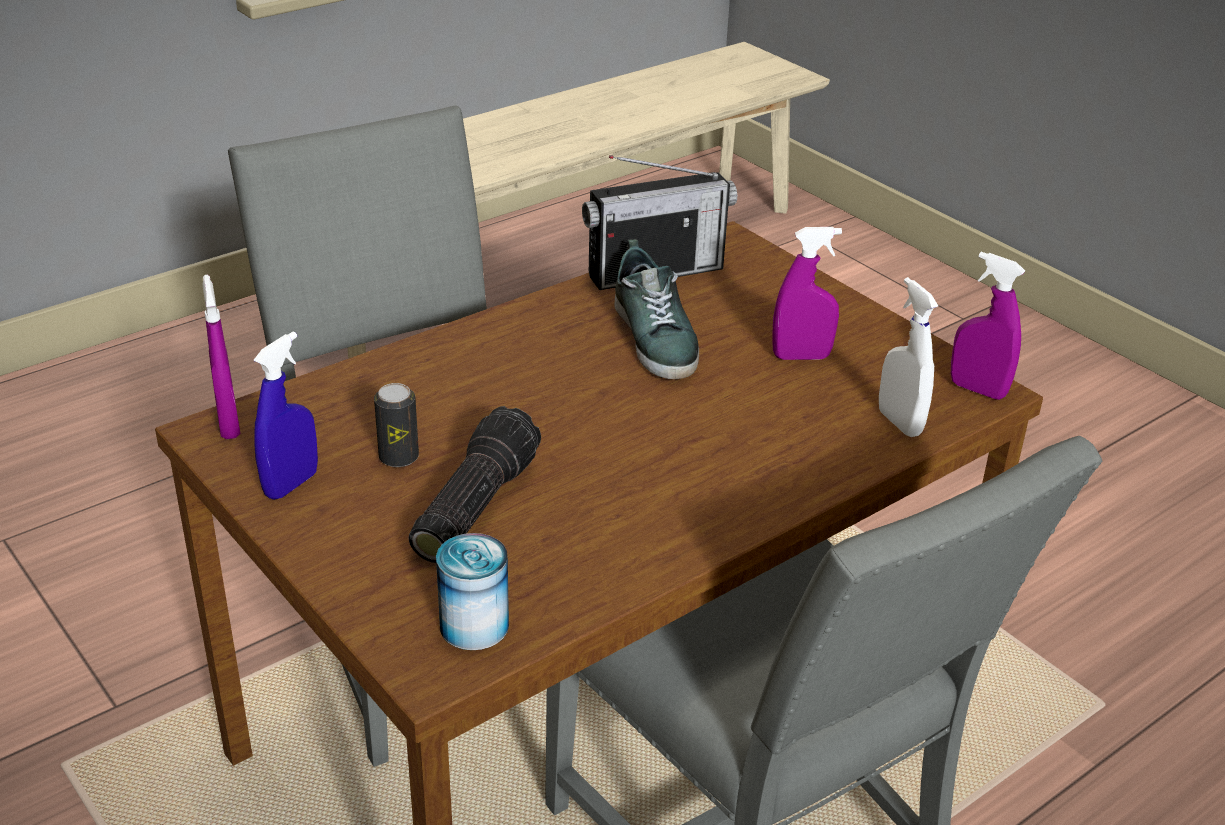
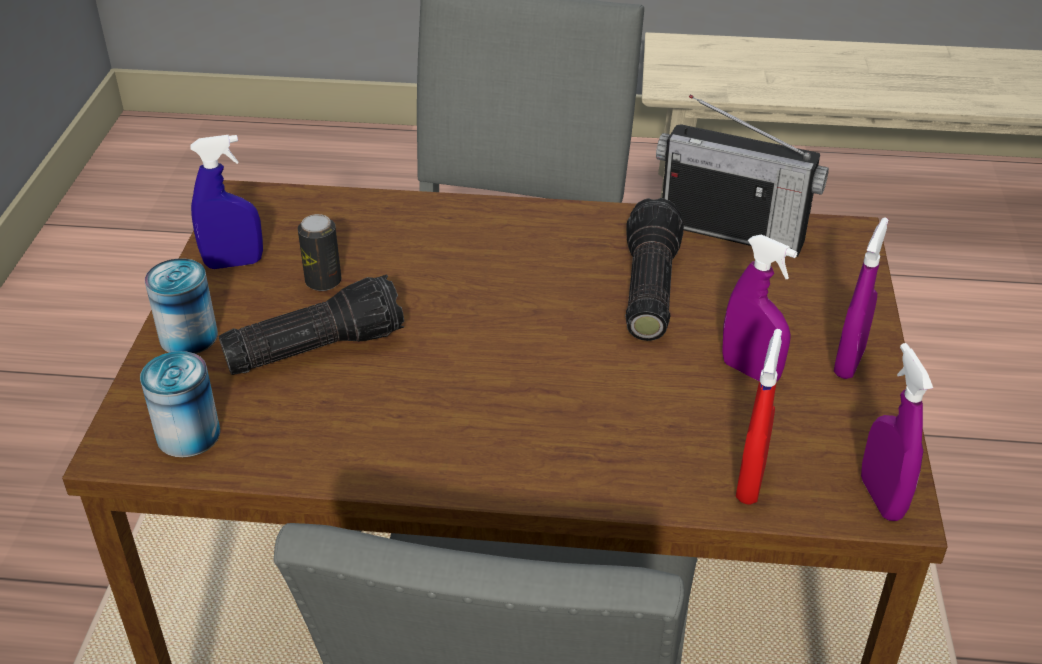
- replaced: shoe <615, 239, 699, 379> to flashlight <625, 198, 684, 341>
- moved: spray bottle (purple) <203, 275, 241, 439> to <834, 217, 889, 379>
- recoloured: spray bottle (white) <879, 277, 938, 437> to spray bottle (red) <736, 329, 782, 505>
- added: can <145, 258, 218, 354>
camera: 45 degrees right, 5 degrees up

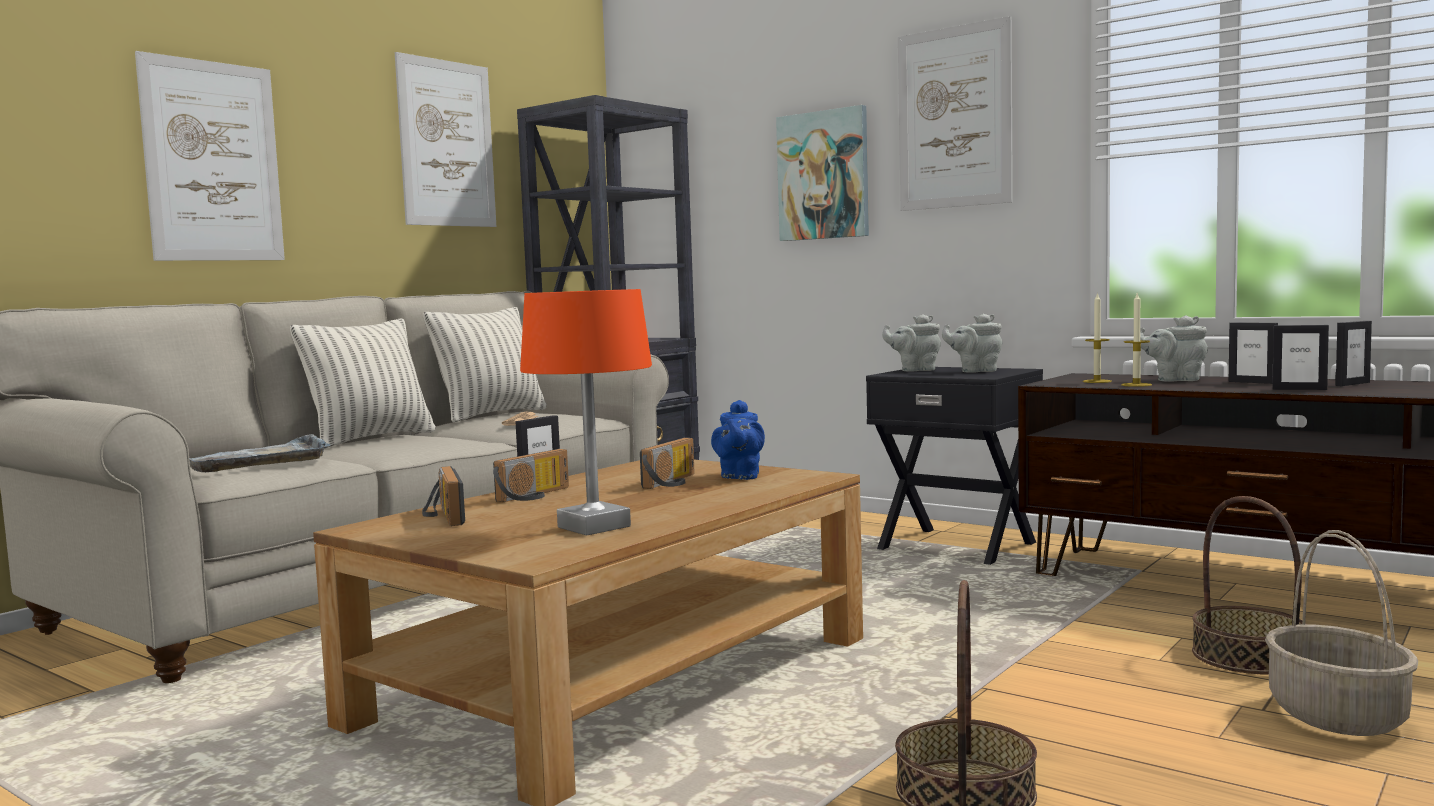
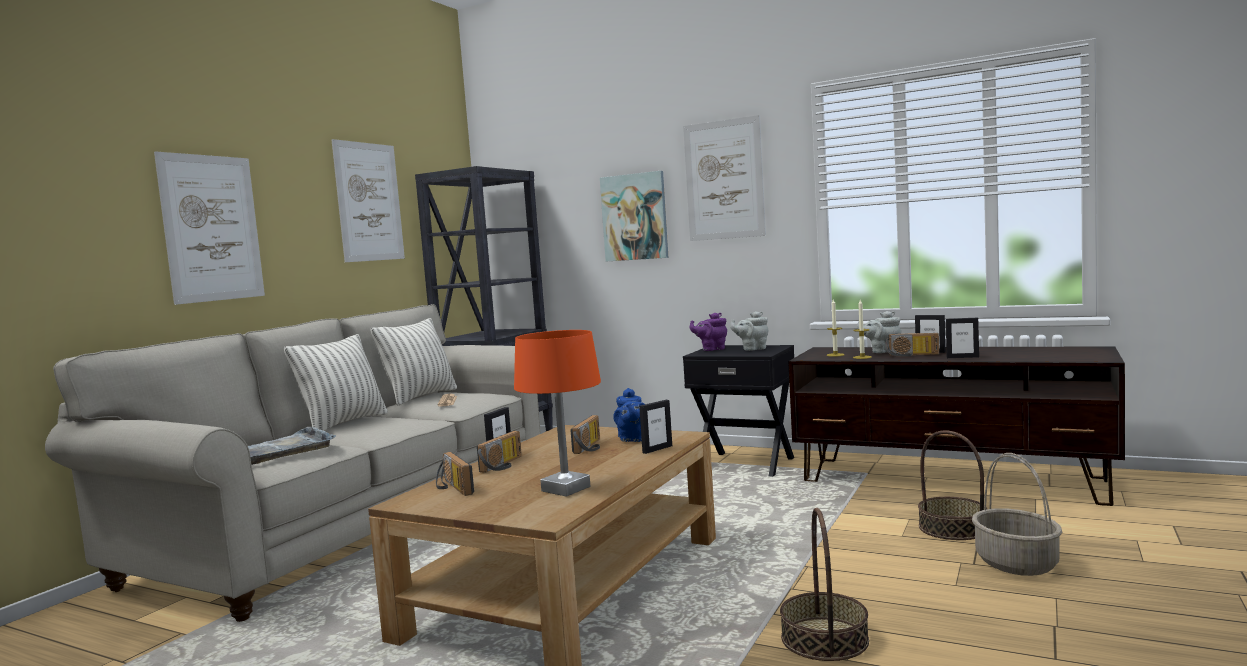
- recoloured: teapot (grey) <882, 314, 941, 371> to teapot (purple) <690, 313, 727, 351>
- moved: picture frame <1335, 321, 1372, 386> to <639, 400, 672, 454>
- added: radio <885, 333, 939, 357>
camera: 10 degrees left, 0 degrees up

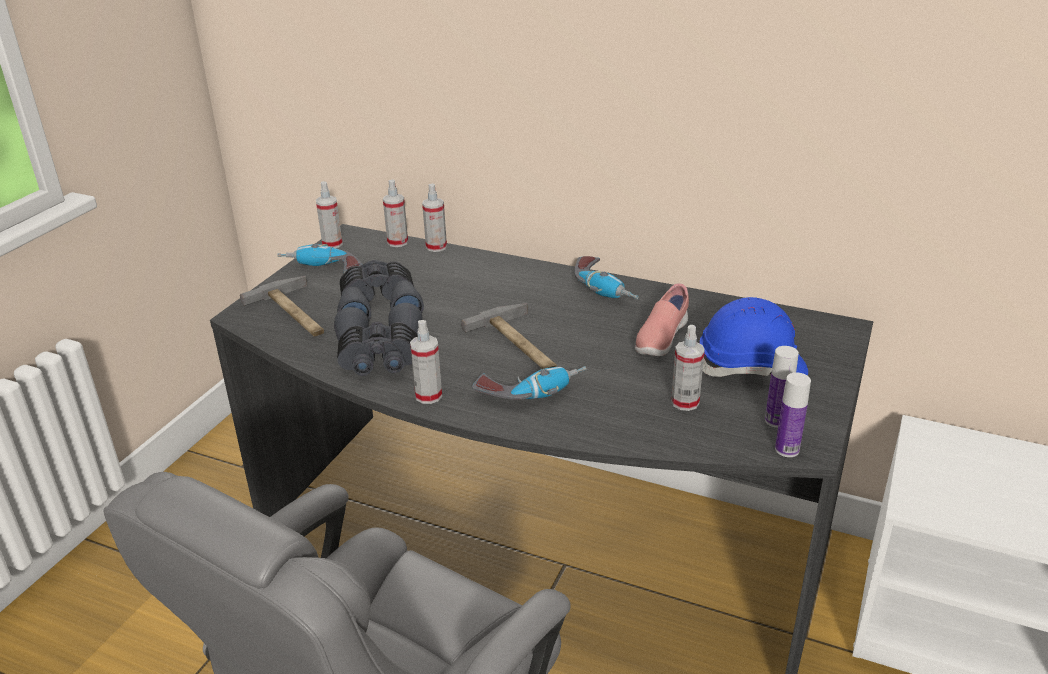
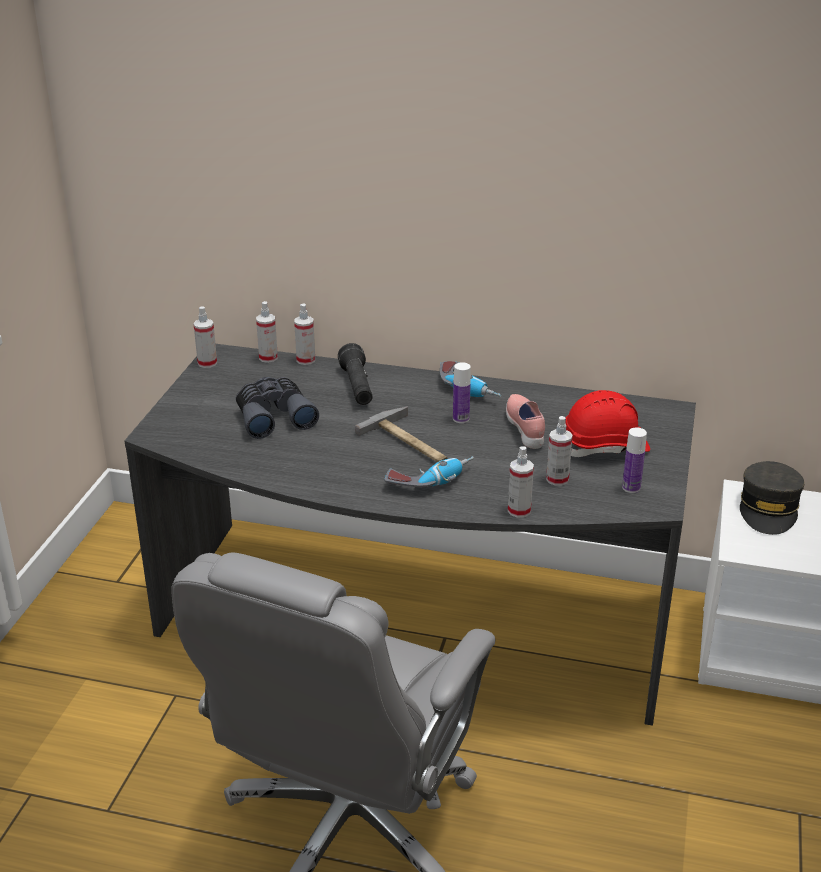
- removed: power drill <277, 243, 363, 273>
- removed: hammer <240, 276, 324, 337>
- turned: shoe (pink) <635, 283, 689, 356> = <506, 394, 545, 449> 150 degrees clockwise
- recoloured: hard hat (blue) <700, 297, 808, 377> to hard hat (red) <565, 390, 650, 457>
- removed: binoculars (grey) <334, 303, 423, 376>
- moved: spray bottle <410, 320, 442, 404> to <508, 446, 534, 518>
- moved: bottle <775, 373, 811, 457> to <453, 362, 471, 423>
- added: flashlight (black) <338, 343, 373, 405>
- added: cap (grey) <740, 461, 804, 535>
camera: 10 degrees left, 0 degrees up

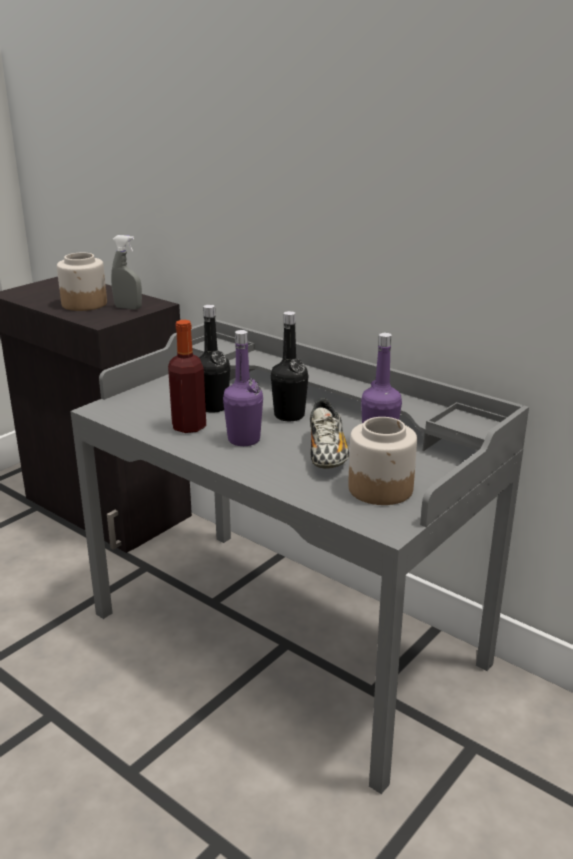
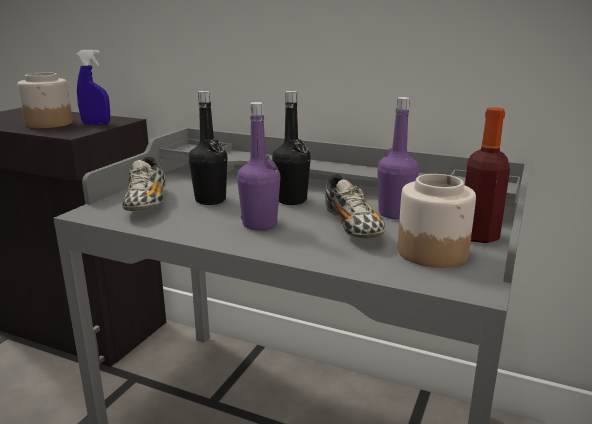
- recoloured: spray bottle (grey) <111, 235, 142, 310> to spray bottle (blue) <77, 50, 110, 124>
- moved: bottle <168, 320, 206, 433> to <465, 107, 510, 243>
- added: shoe <122, 156, 166, 211>
camera: 15 degrees left, 5 degrees down

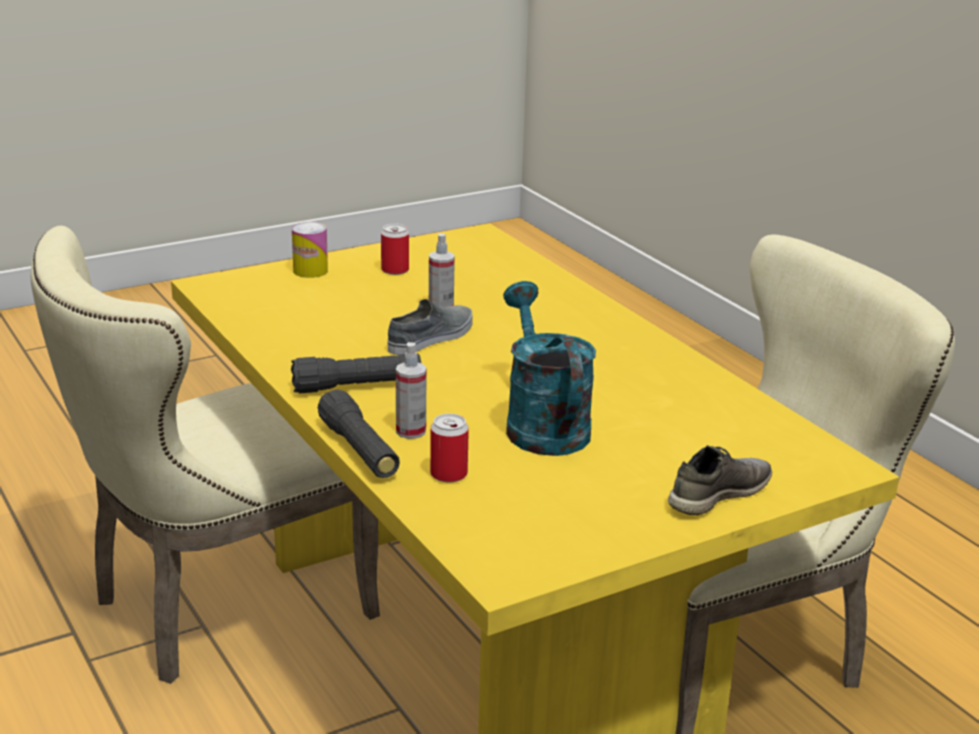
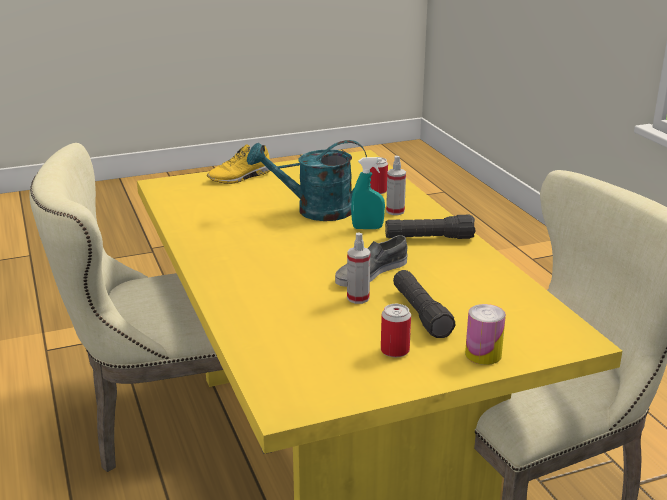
- turned: watering can (turquoise) <503, 281, 596, 456> = <247, 140, 367, 221> 90 degrees clockwise
- moved: flashlight (black) <318, 390, 400, 478> to <393, 270, 455, 338>
- recoloured: shoe (grey) <668, 445, 772, 515> to shoe (yellow) <207, 144, 270, 184>
- added: spray bottle (turquoise) <351, 157, 385, 229>
camera: 170 degrees left, 0 degrees up

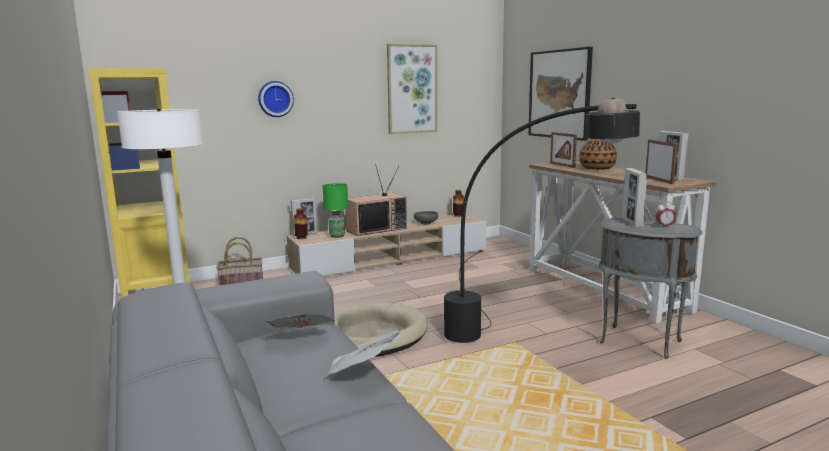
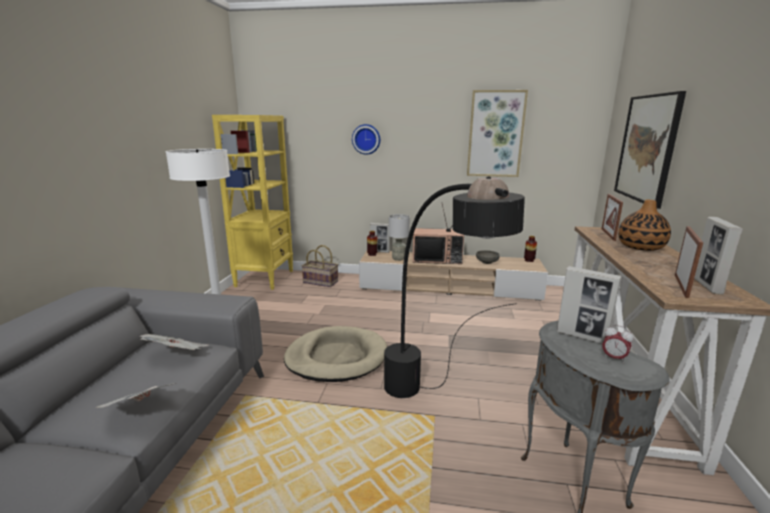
- turned: picture frame <622, 168, 648, 227> = <557, 266, 621, 344> 90 degrees counterclockwise
- recoloured: table lamp (green) <323, 183, 348, 238> to table lamp (grey) <389, 214, 410, 261>
camera: 35 degrees right, 5 degrees up

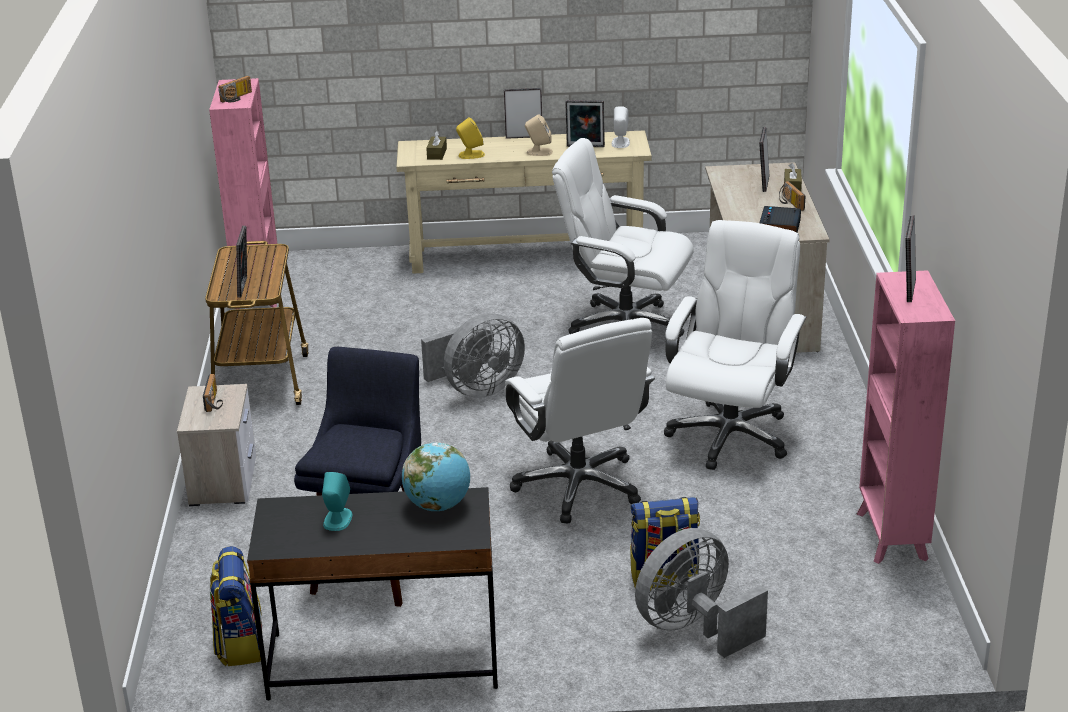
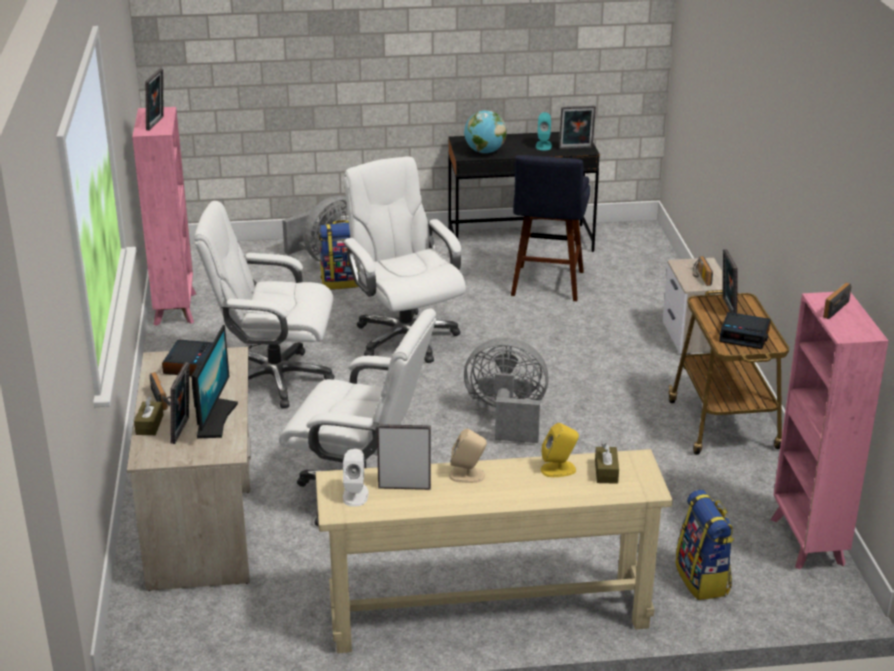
- moved: picture frame <504, 88, 542, 139> to <559, 105, 596, 149>
- turned: office chair (white) <664, 220, 806, 470> = <194, 200, 335, 408> 75 degrees clockwise
- turned: fan (grey) <421, 313, 525, 398> = <464, 338, 549, 443> 45 degrees clockwise
- moved: backpack <210, 546, 262, 666> to <675, 490, 734, 600>
- added: alarm clock <719, 312, 771, 349>
- added: monitor <191, 325, 238, 438>
camera: 175 degrees right, 0 degrees up

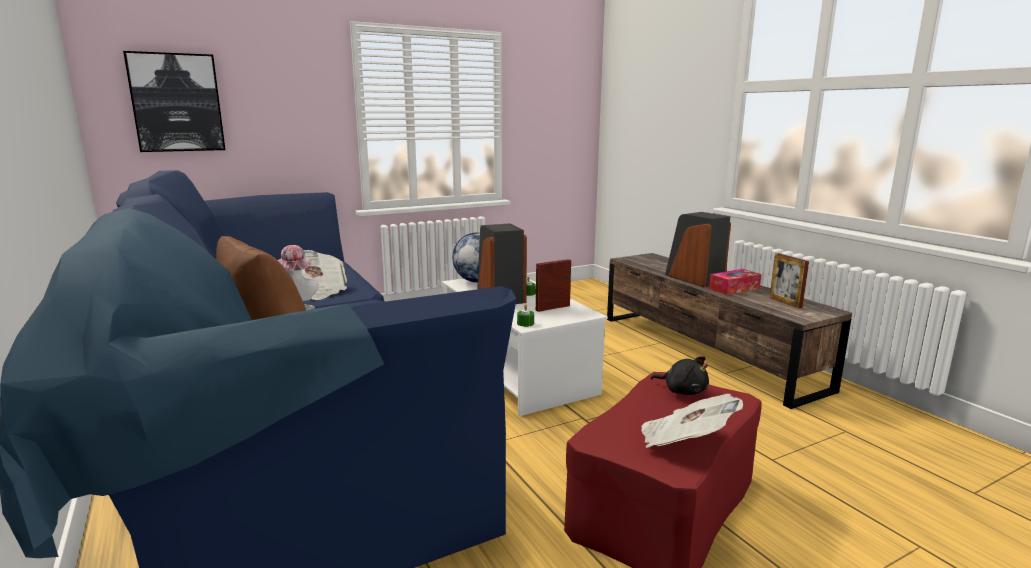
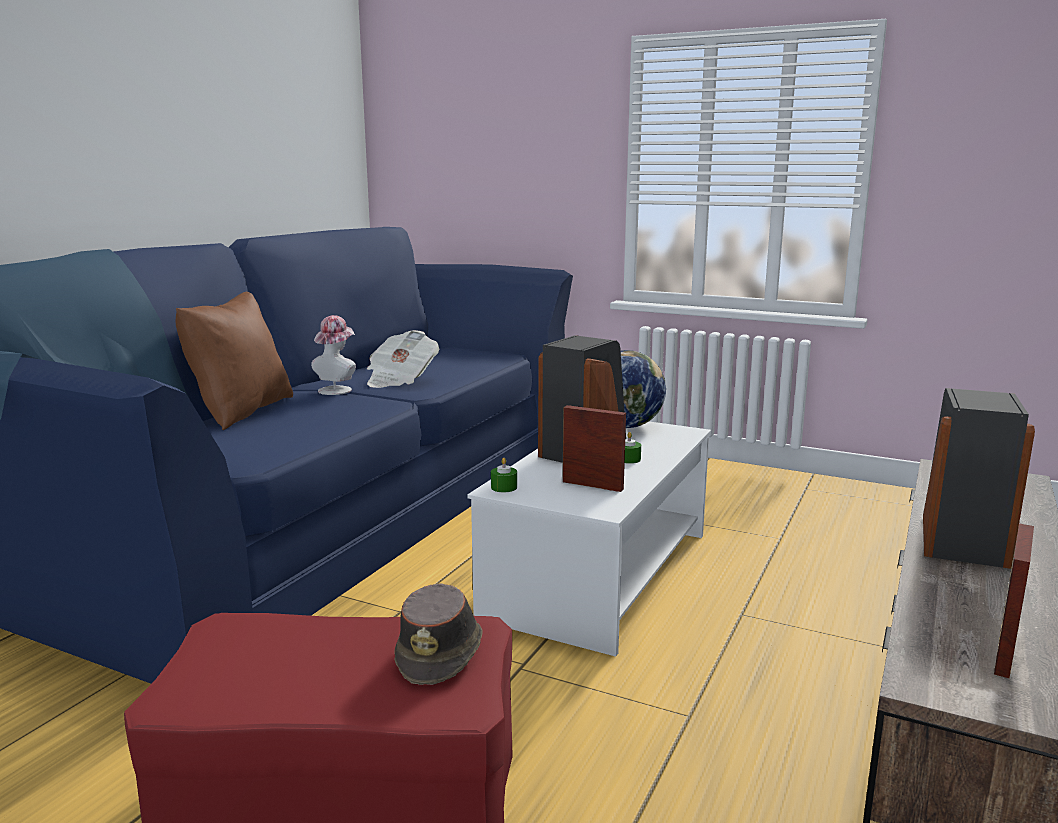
- removed: picture <123, 51, 225, 152>
- removed: tissue box <709, 269, 761, 295>
- replaced: plush toy (black) <651, 356, 709, 395> to hat (brown) <395, 583, 483, 685>
- removed: newspaper <641, 394, 743, 448>
camera: 55 degrees right, 0 degrees up

